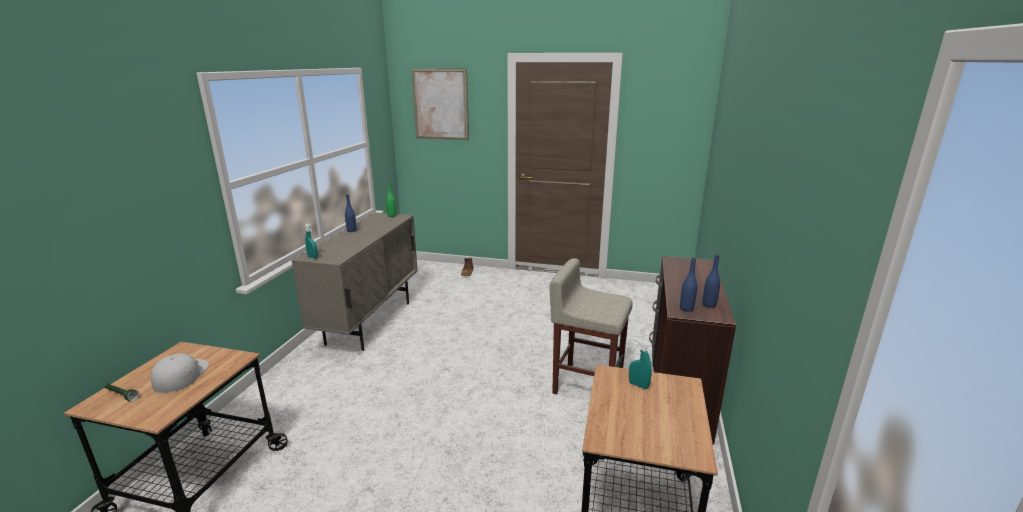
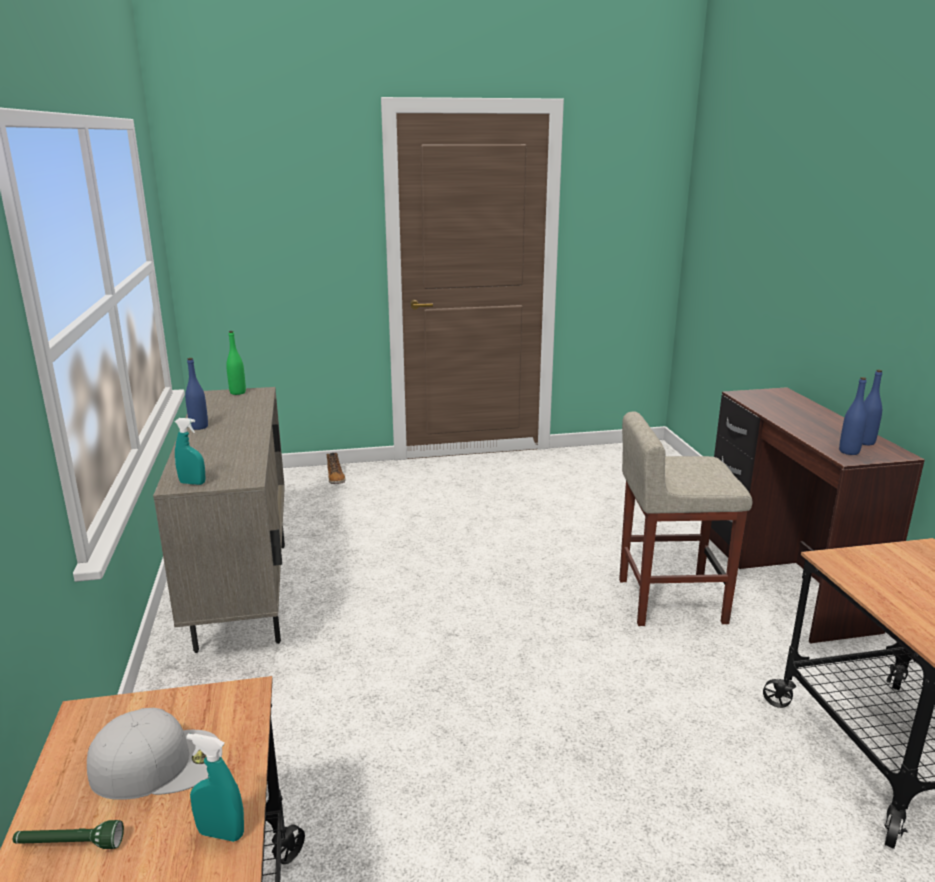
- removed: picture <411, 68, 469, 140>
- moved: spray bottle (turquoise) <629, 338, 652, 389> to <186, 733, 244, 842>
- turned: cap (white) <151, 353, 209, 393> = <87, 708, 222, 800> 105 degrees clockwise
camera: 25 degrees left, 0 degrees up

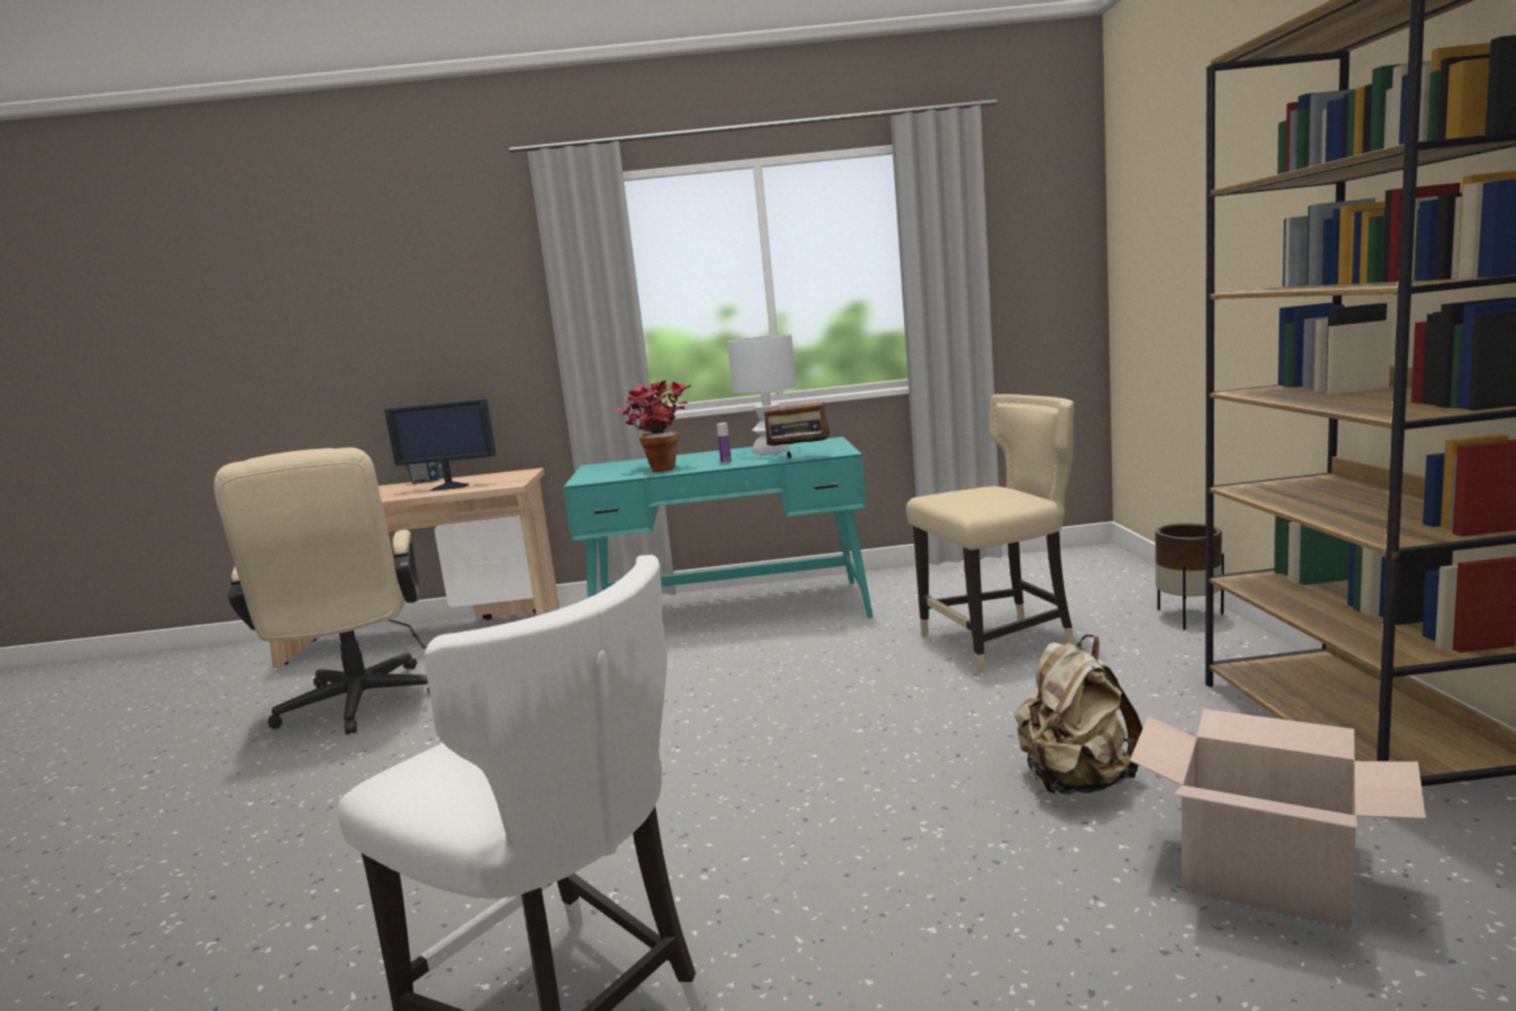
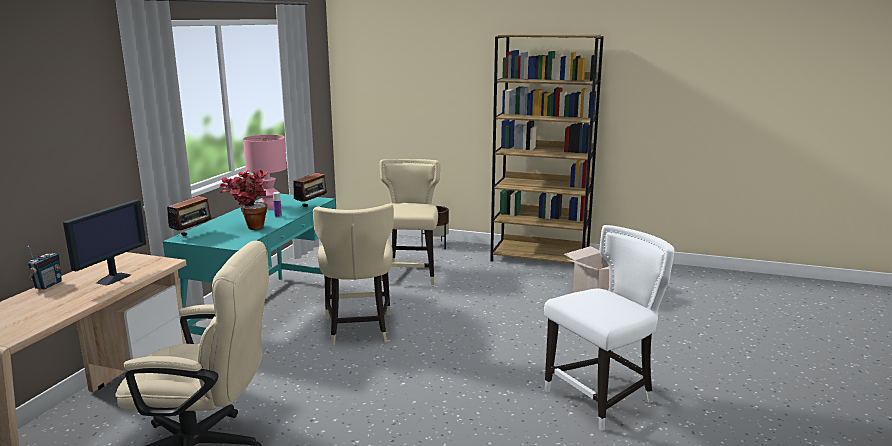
- recoloured: table lamp (white) <727, 334, 796, 454> to table lamp (pink) <243, 134, 287, 210>
- removed: backpack (beige) <1015, 635, 1143, 795>
- added: radio <162, 196, 212, 237>
- added: chair (beige) <313, 204, 394, 346>
camera: 70 degrees left, 5 degrees up

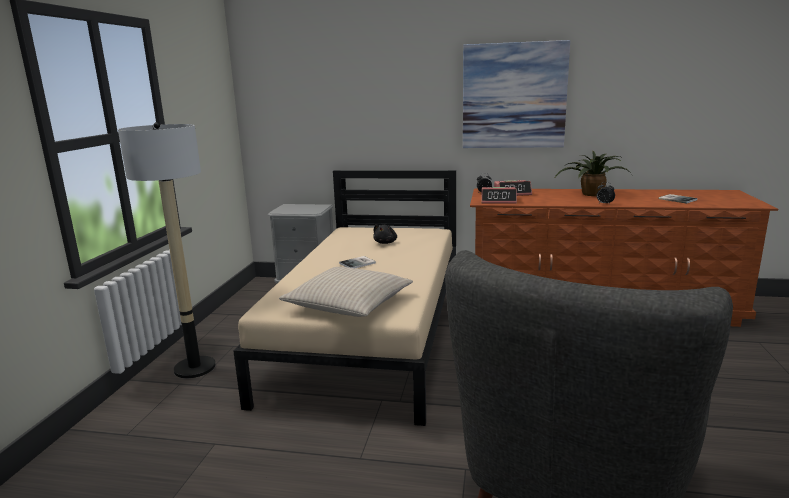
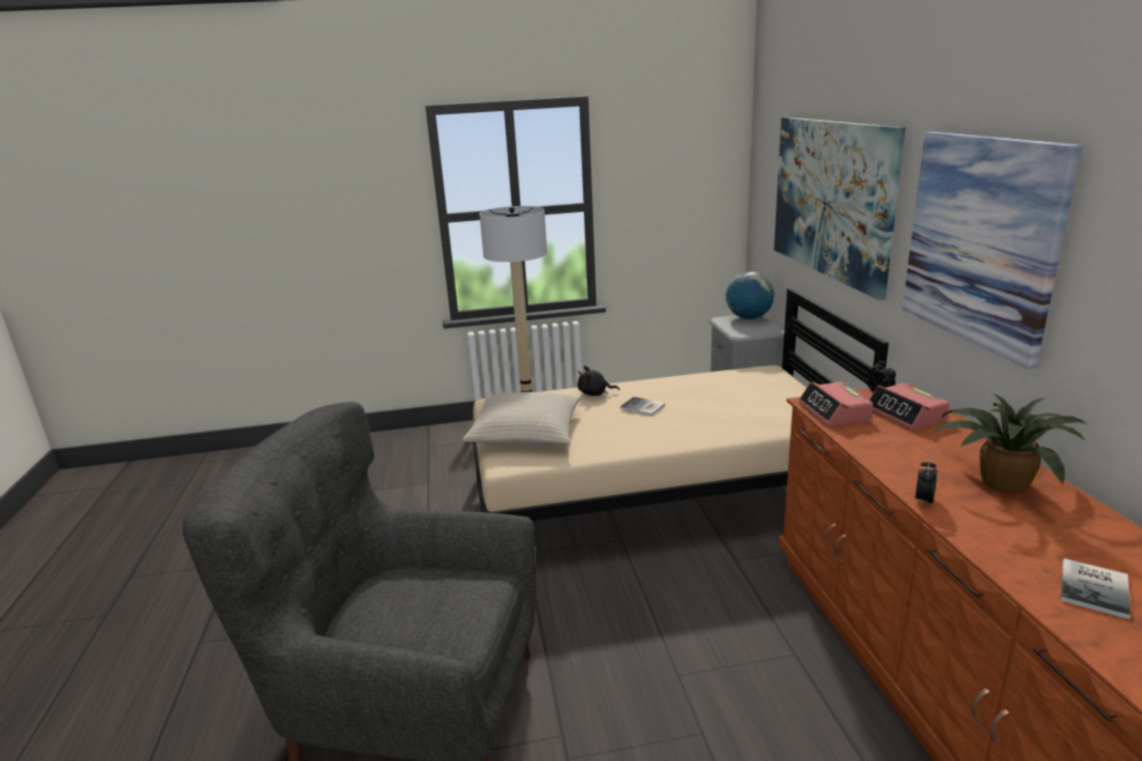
- moved: plush toy (black) <373, 224, 397, 244> to <577, 366, 619, 396>
- added: picture <774, 117, 905, 300>
- added: globe <726, 272, 774, 319>
camera: 70 degrees right, 5 degrees up

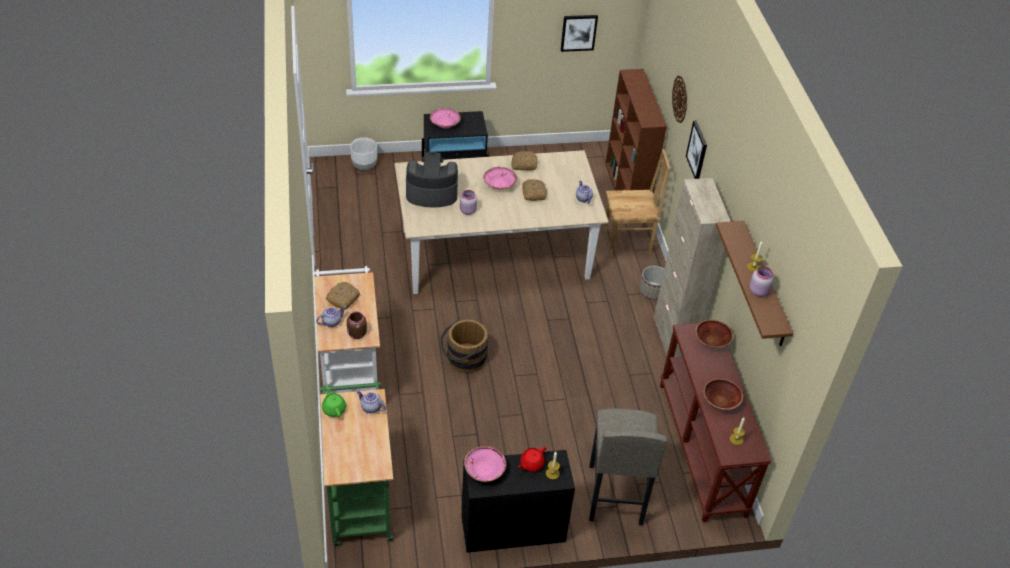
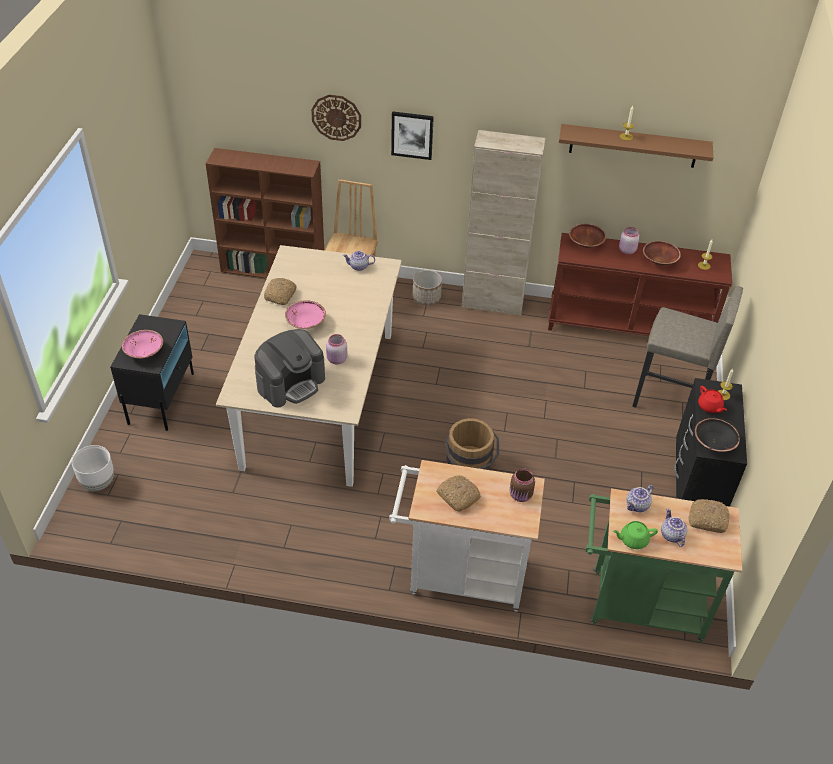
- removed: picture <561, 15, 598, 52>
- turned: coffee machine <406, 152, 458, 207> = <254, 329, 325, 408> 150 degrees counterclockwise
- moved: bread <522, 179, 547, 201> to <688, 499, 730, 533>
- moved: jar (pink) <750, 266, 774, 297> to <619, 227, 640, 254>
- moved: teapot <316, 306, 346, 327> to <661, 508, 687, 547>
- recoloured: bowl (pink) <464, 446, 506, 482> to bowl (black) <695, 418, 740, 452>
camera: 70 degrees left, 0 degrees up

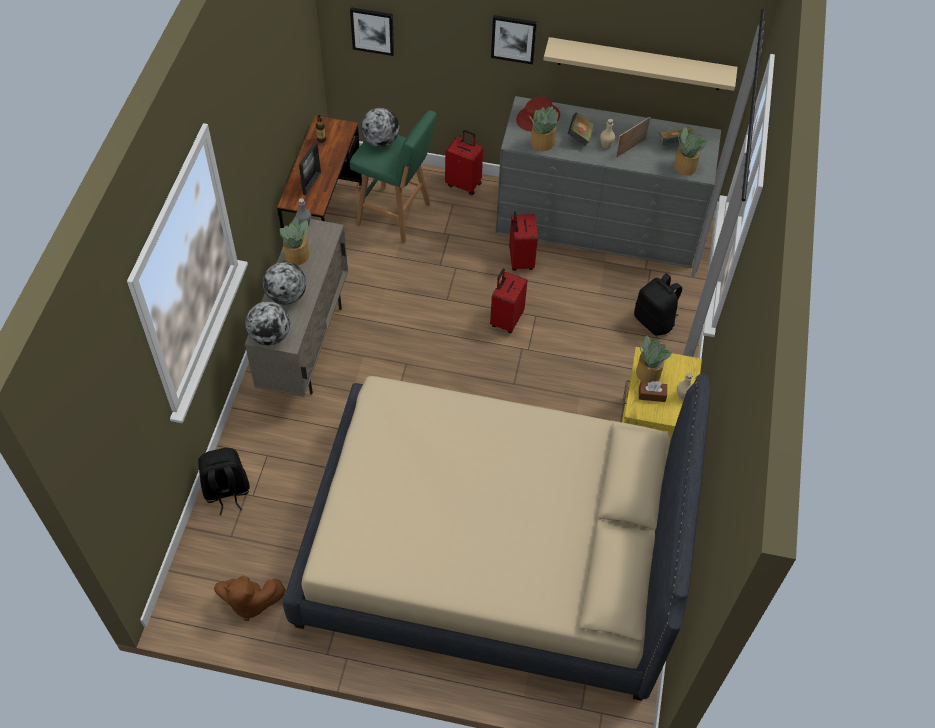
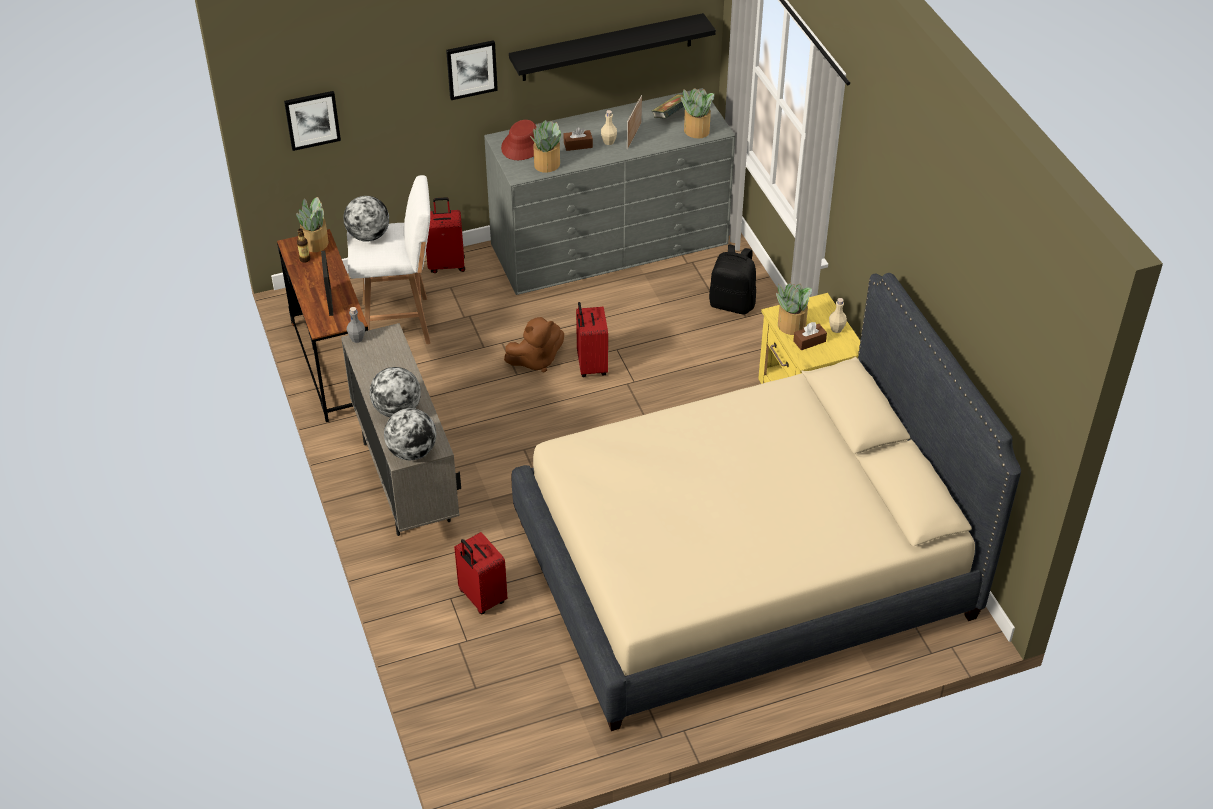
- recoloured: shelf (beige) <544, 37, 738, 91> to shelf (black) <509, 13, 716, 81>
- recoloured: stool (green) <350, 110, 437, 244> to stool (white) <347, 175, 431, 344>
- replaced: book <568, 112, 594, 146> to tissue box (brown) <564, 127, 593, 151>
- moved: suitcase (red) <509, 211, 538, 271> to <454, 532, 507, 615>
- moved: potted plant <280, 217, 309, 265> to <296, 197, 329, 252>
- removed: backpack (black) <198, 448, 250, 515>
- moved: plush toy (brown) <214, 576, 286, 621> to <504, 317, 564, 372>
camera: 30 degrees left, 10 degrees down

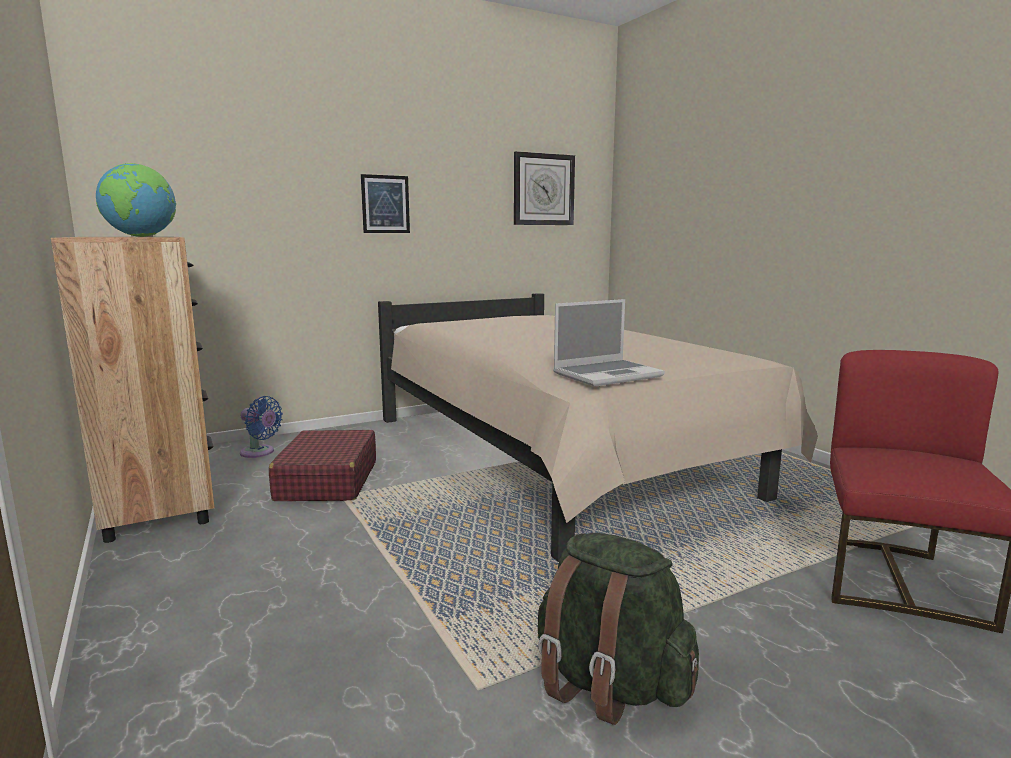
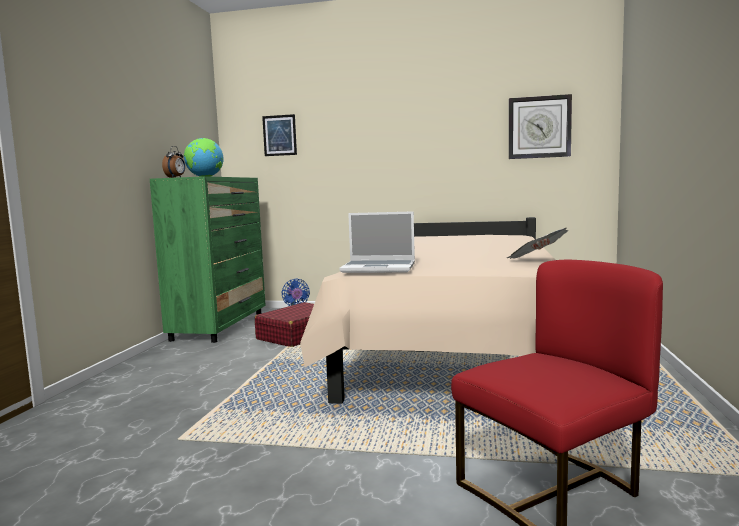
- moved: picture <361, 174, 410, 233> to <262, 114, 297, 156>
- recoloured: dresser (brown) <51, 237, 215, 543> to dresser (green) <150, 176, 266, 343>
- removed: backpack (green) <538, 533, 699, 725>
- added: alarm clock <162, 146, 185, 178>
- added: newspaper <507, 228, 568, 259>
camera: 40 degrees right, 5 degrees down

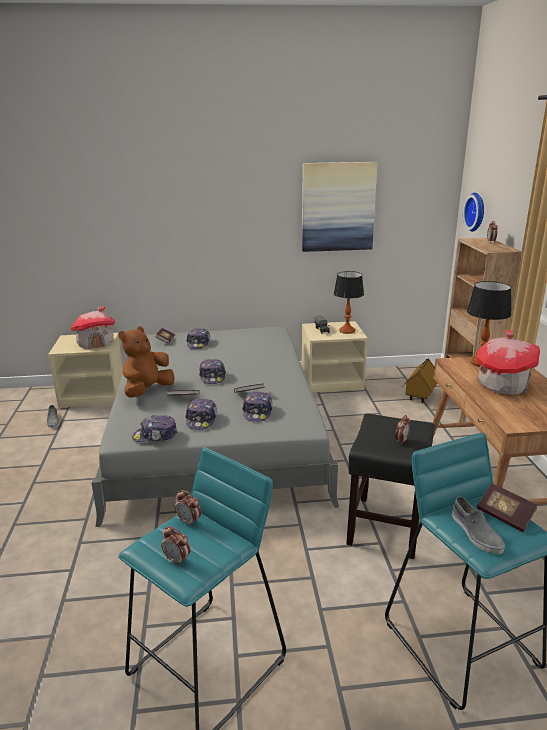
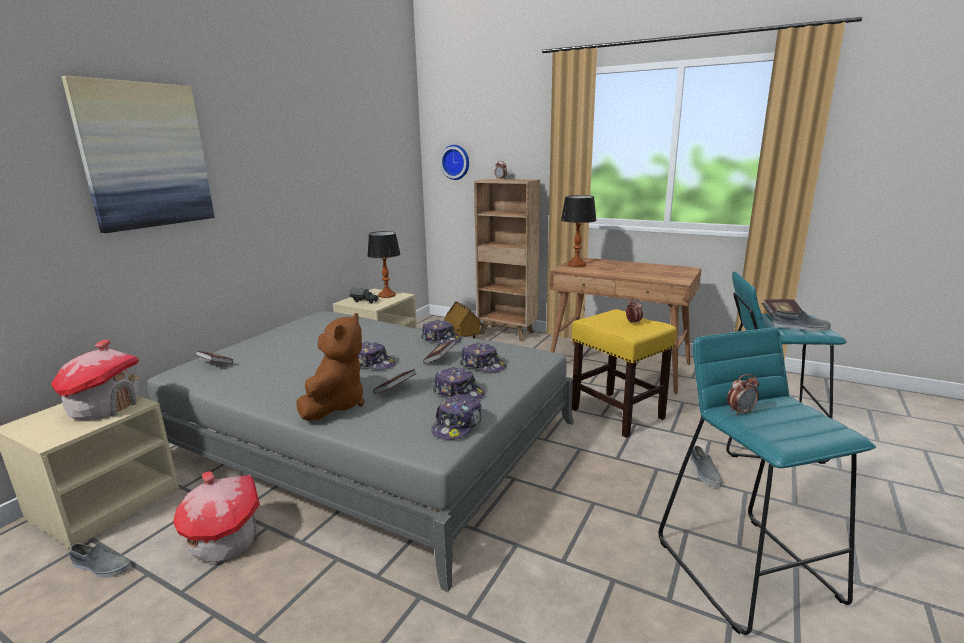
- moved: picture <302, 162, 378, 252> to <62, 76, 215, 233>
- turned: plush toy (brown) <119, 327, 175, 398> = <296, 313, 365, 421> 150 degrees counterclockwise
- moved: cap <186, 328, 210, 349> to <421, 320, 461, 344>
- moved: toy house <476, 330, 540, 395> to <173, 471, 260, 562>
- recoloured: stool (black) <346, 414, 434, 559> to stool (yellow) <572, 309, 677, 438>
- removed: alarm clock <161, 526, 190, 566>
- added: shoe (grey) <691, 446, 722, 487>
camera: 55 degrees left, 5 degrees down

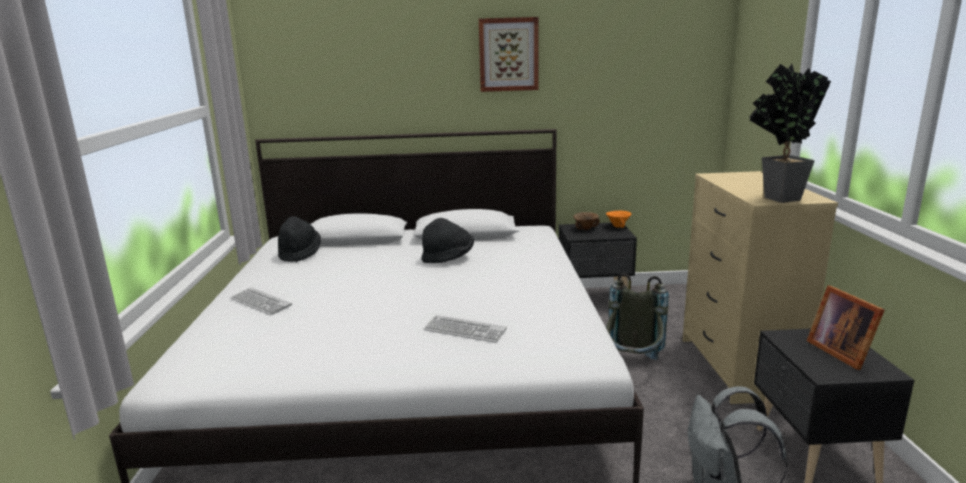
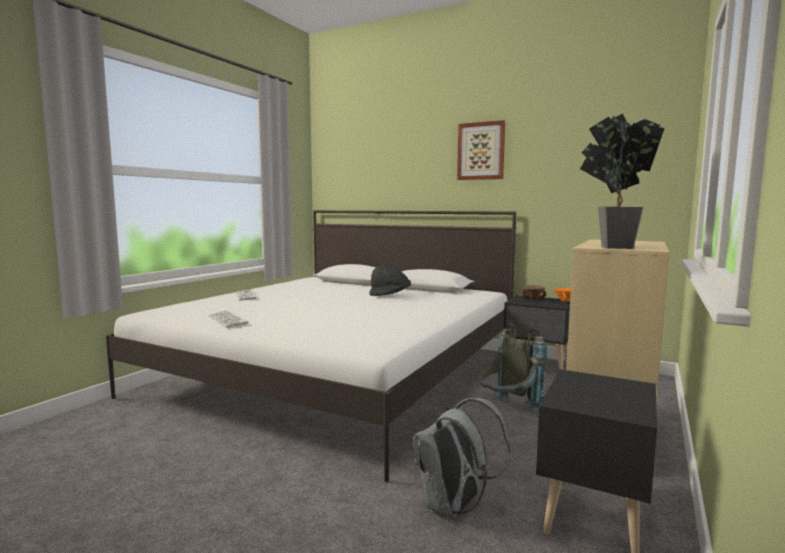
- removed: hat (black) <278, 216, 321, 262>
- removed: picture frame <807, 285, 885, 370>
- moved: keyboard <424, 315, 507, 343> to <208, 310, 248, 328>
camera: 30 degrees right, 10 degrees down

